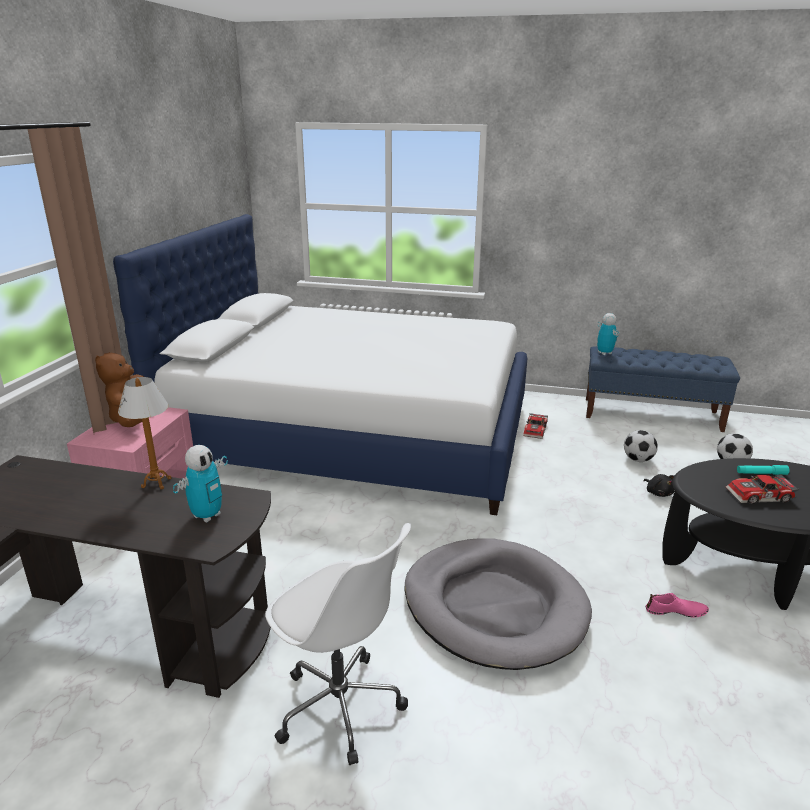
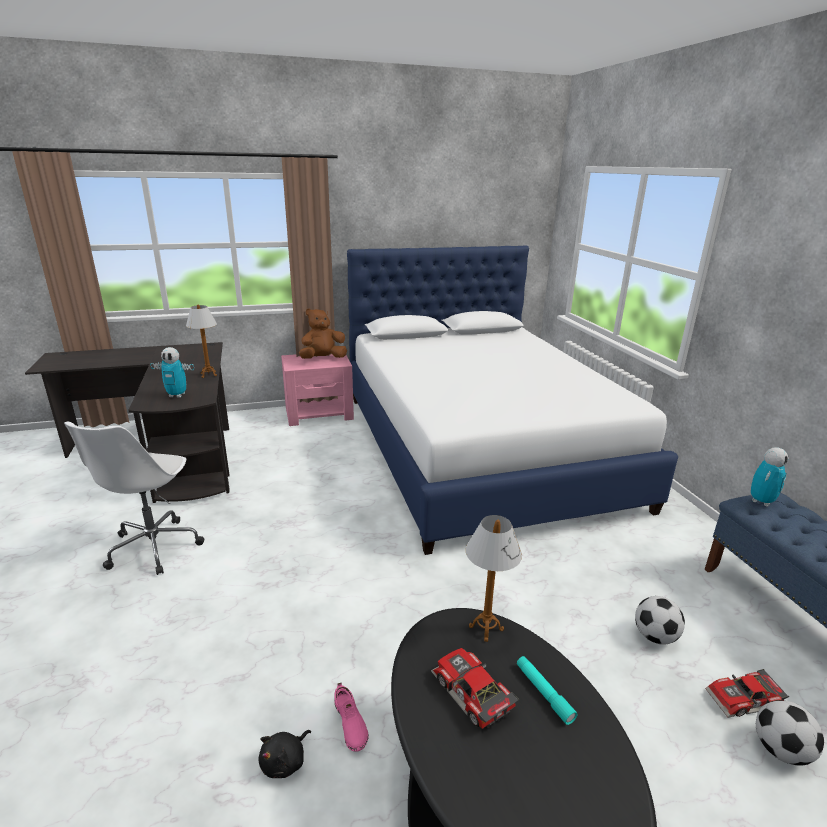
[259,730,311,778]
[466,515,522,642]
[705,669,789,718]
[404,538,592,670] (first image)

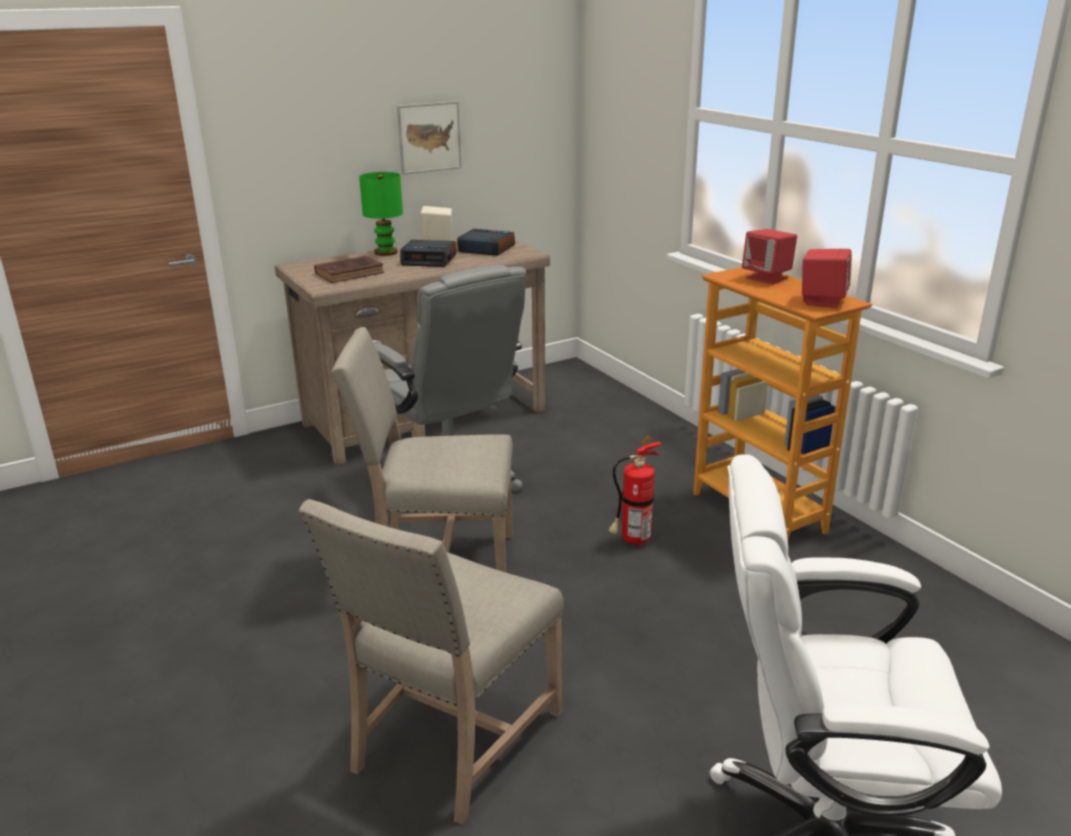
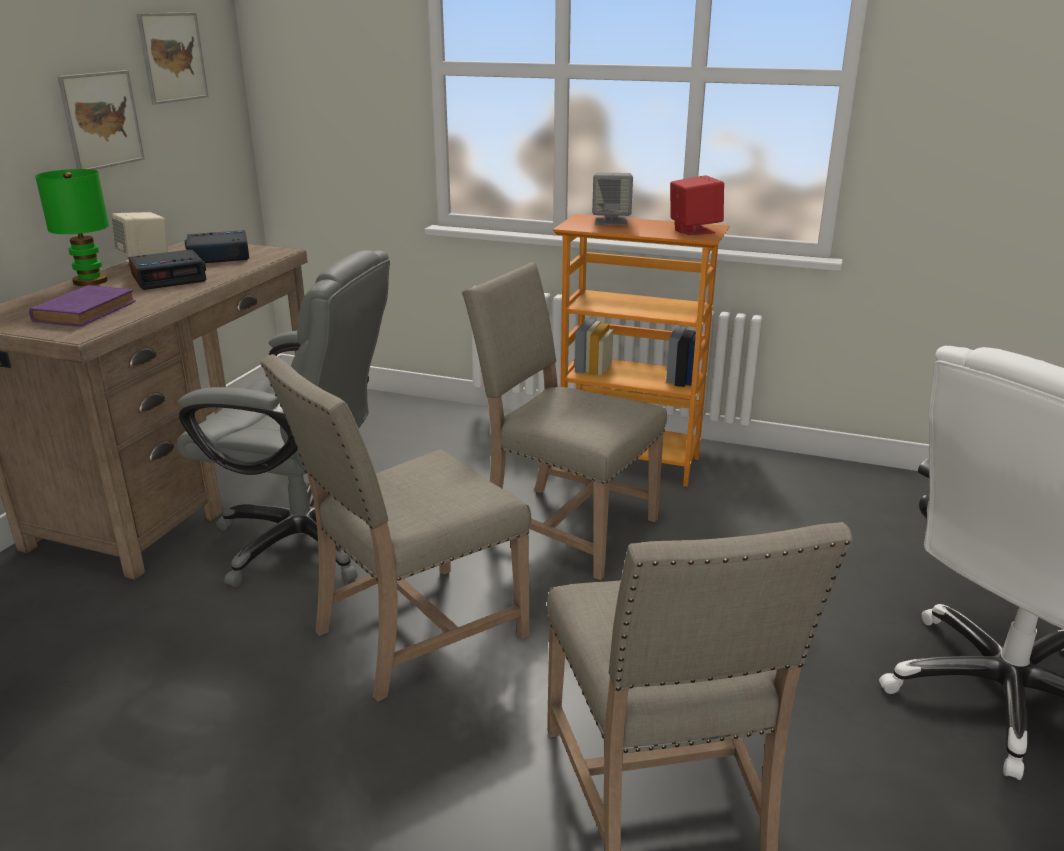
[29,285,136,327]
[136,13,209,104]
[462,262,667,580]
[592,173,633,225]

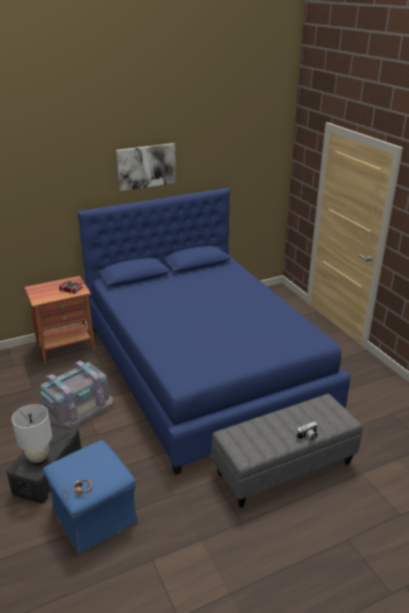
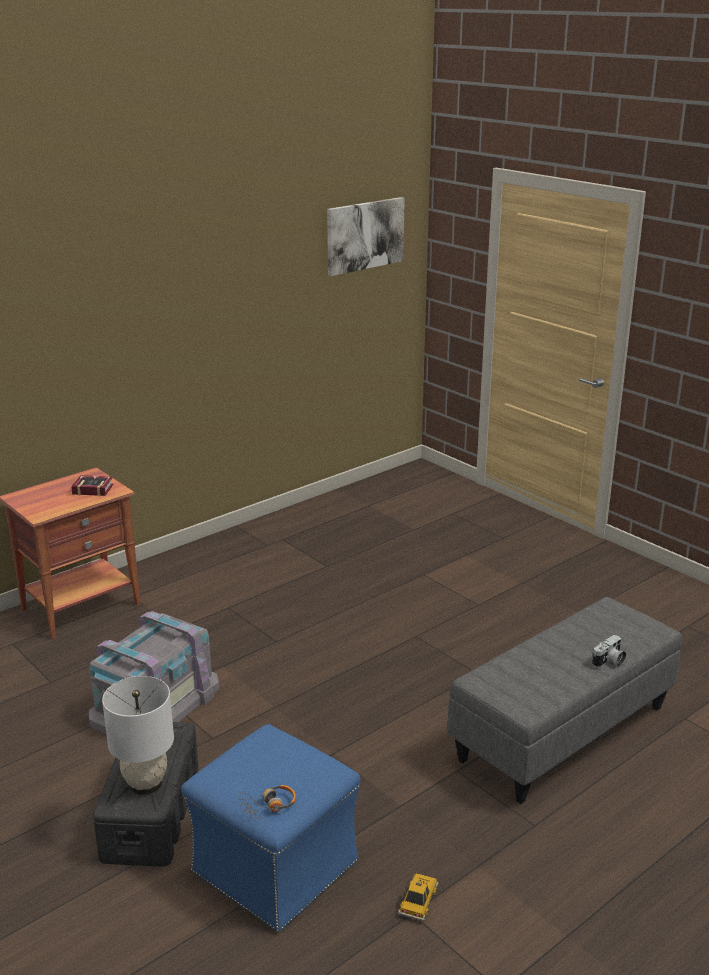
[327,197,405,276]
[398,873,439,921]
[78,188,351,475] (first image)

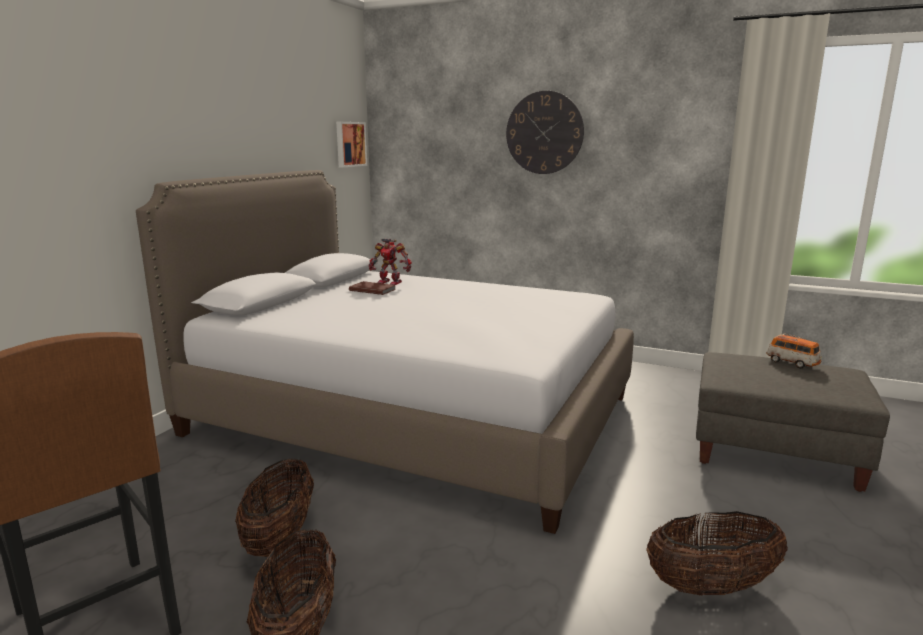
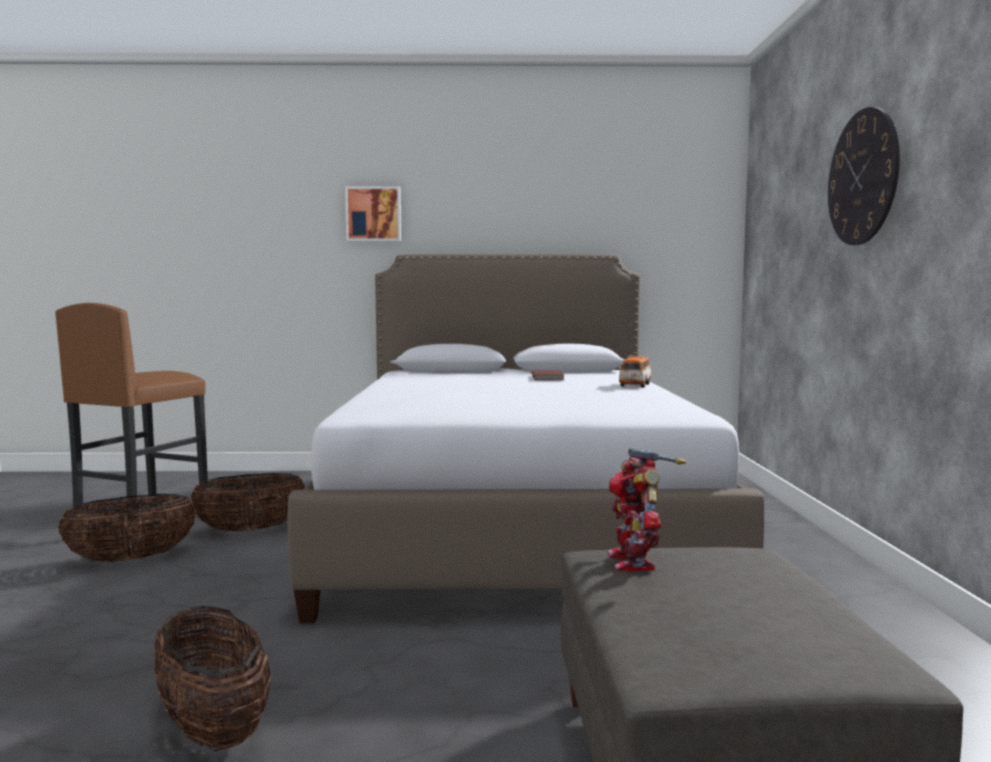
[345,186,401,241]
[607,448,686,571]
[619,355,651,387]

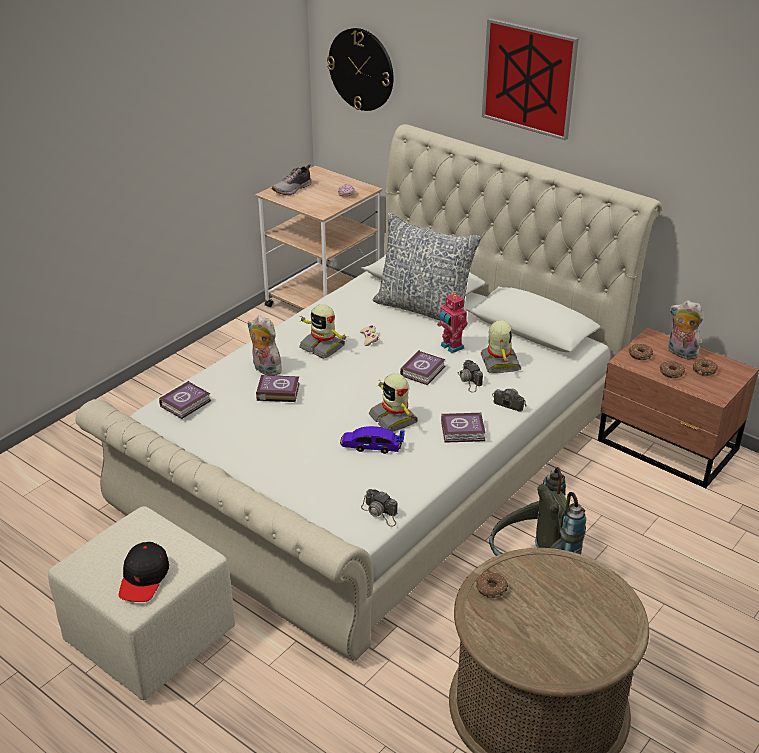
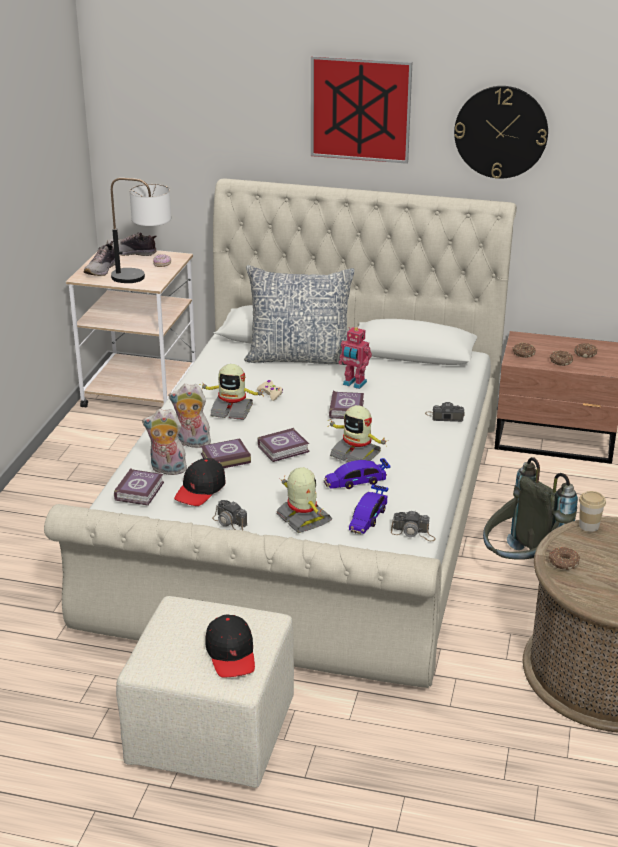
[107,233,157,256]
[111,178,171,283]
[142,409,187,475]
[174,458,226,506]
[212,500,248,530]
[257,428,309,462]
[277,467,332,533]
[349,485,388,534]
[454,86,548,179]
[579,491,606,532]

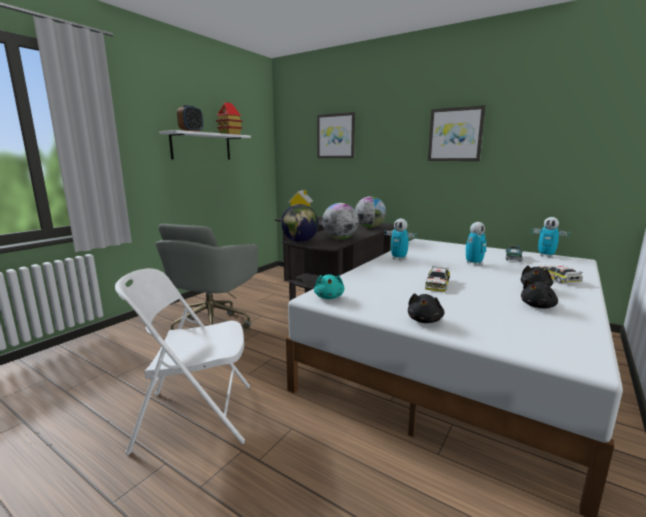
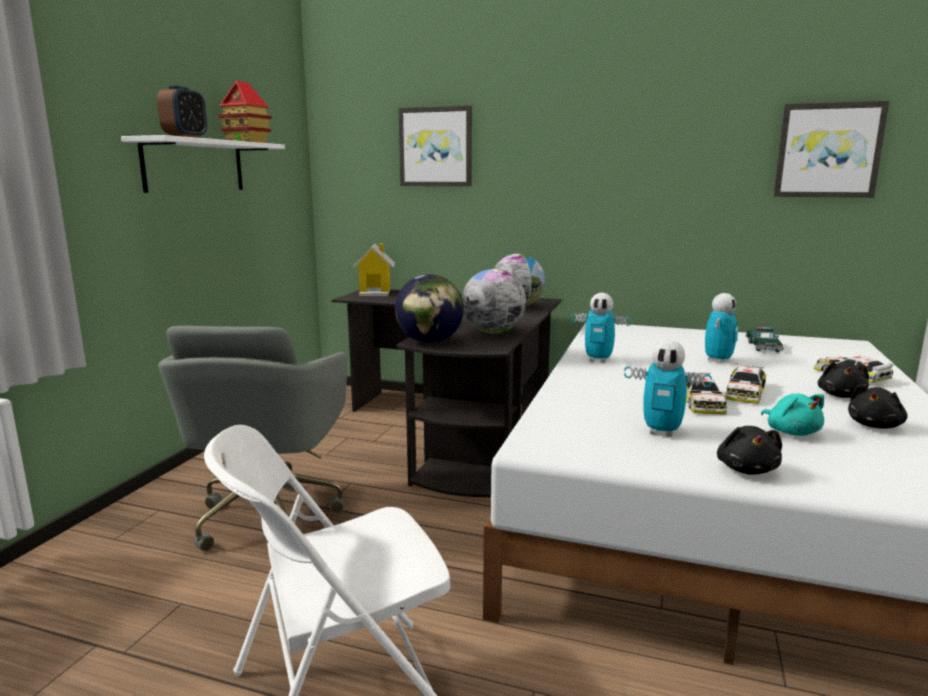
[624,340,712,437]
[725,364,766,404]
[761,394,824,436]
[773,101,890,198]

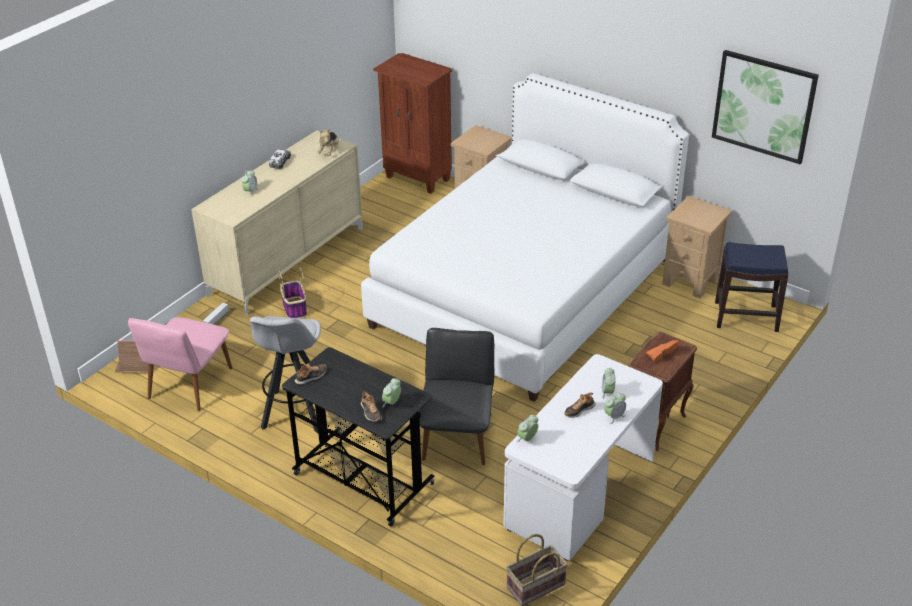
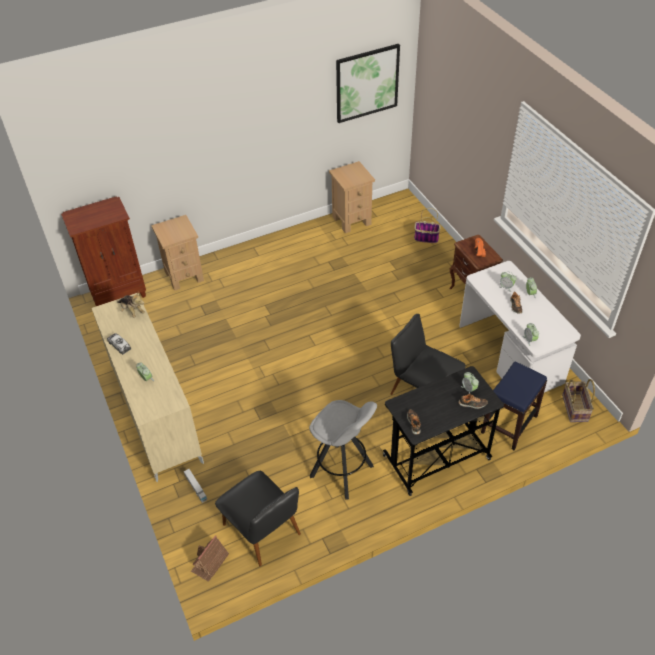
[215,471,301,566]
[414,208,441,243]
[481,362,547,450]
[361,73,689,402] (first image)

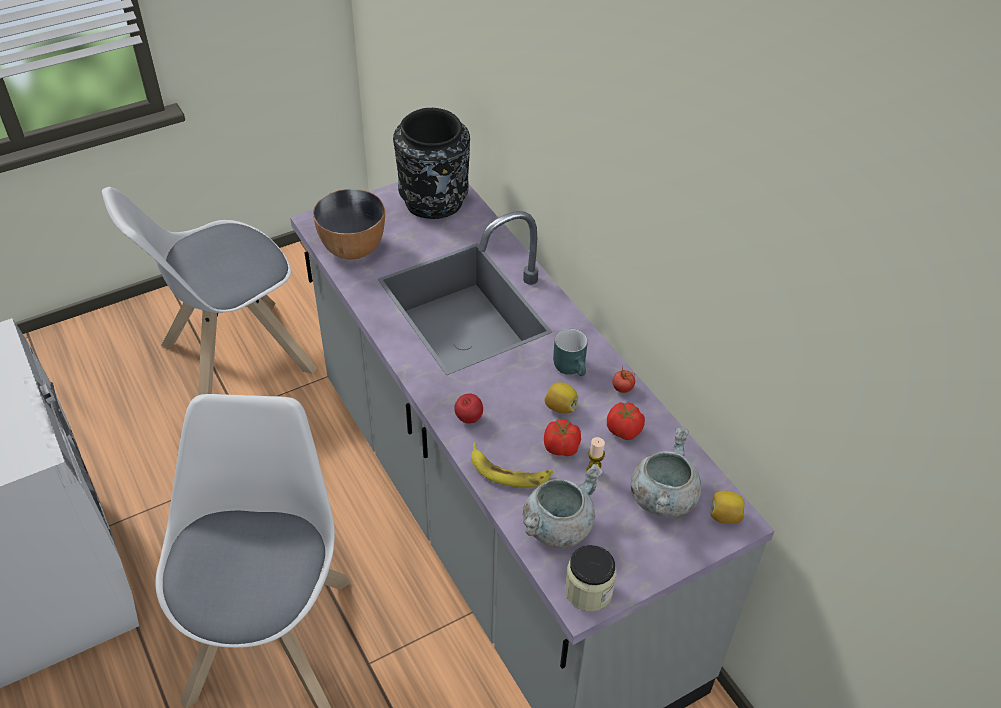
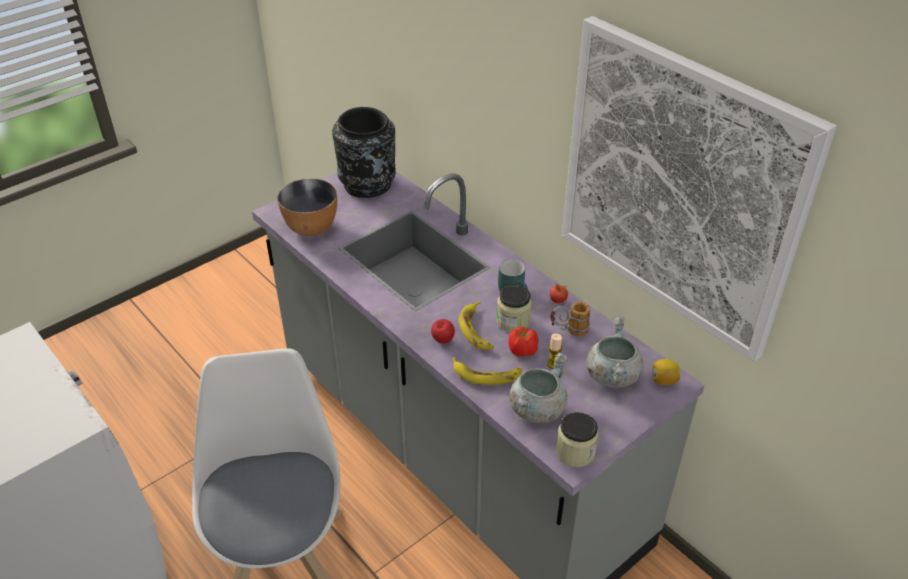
[459,301,494,350]
[497,285,532,332]
[550,302,591,336]
[562,16,837,361]
[102,187,317,395] (first image)

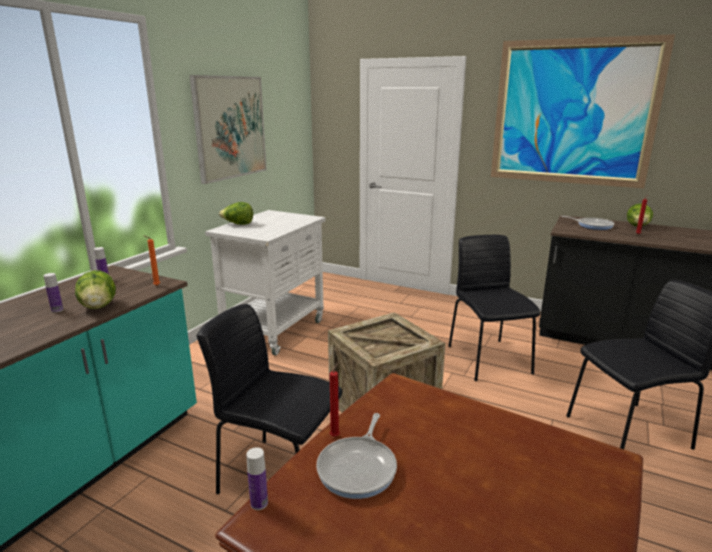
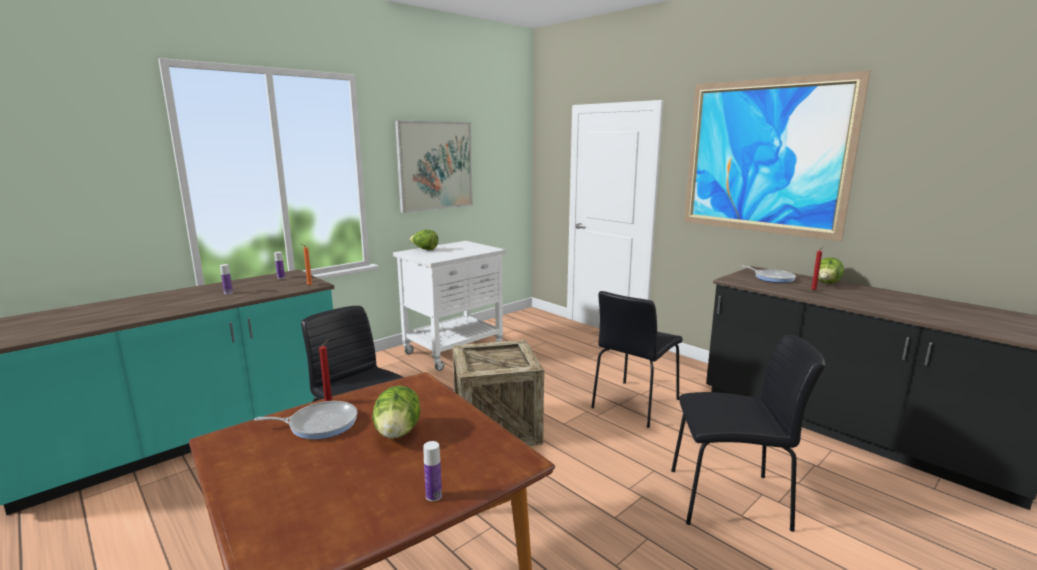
[254,401,357,440]
[372,385,420,439]
[423,441,442,502]
[591,291,683,428]

